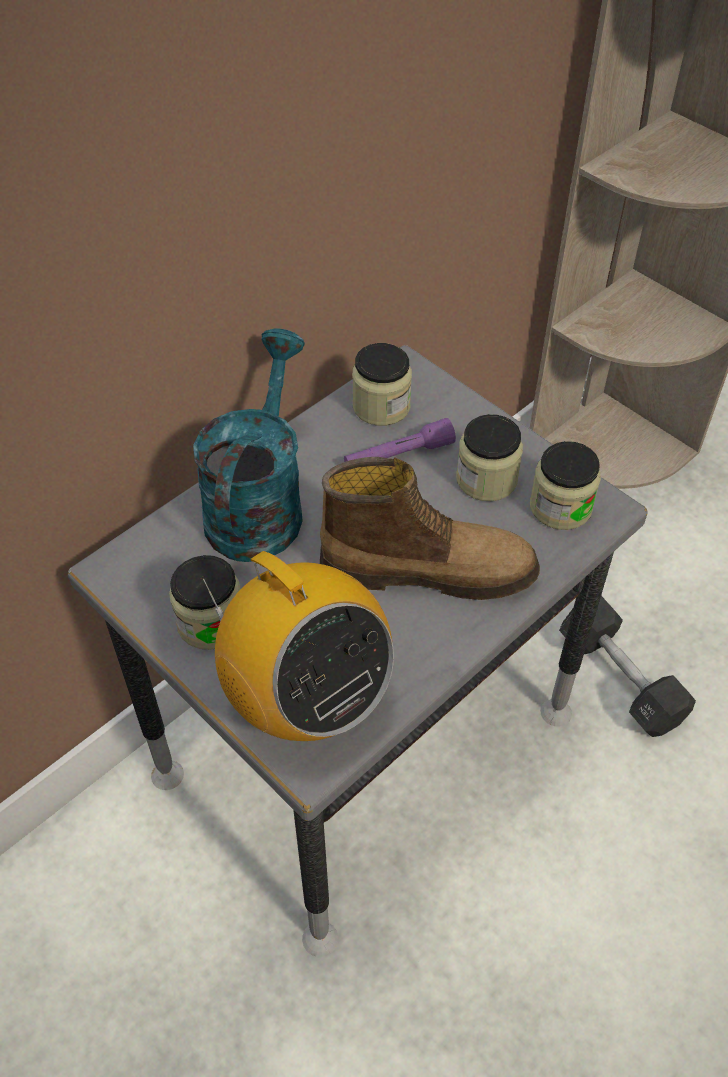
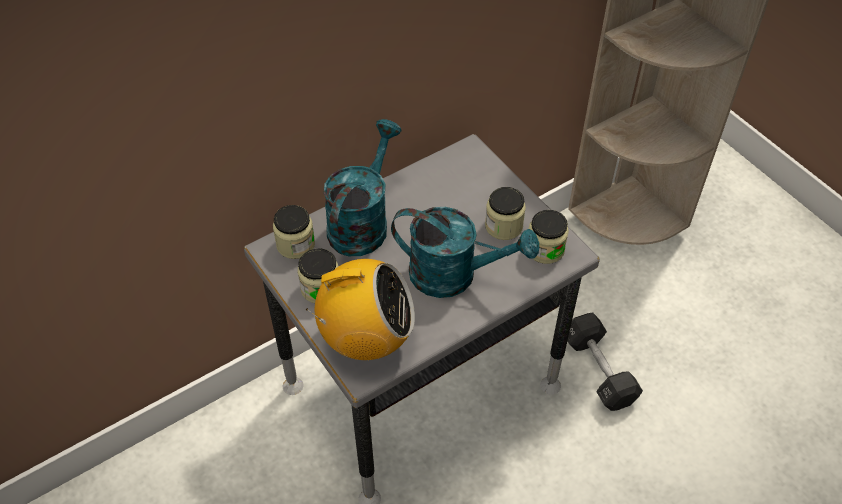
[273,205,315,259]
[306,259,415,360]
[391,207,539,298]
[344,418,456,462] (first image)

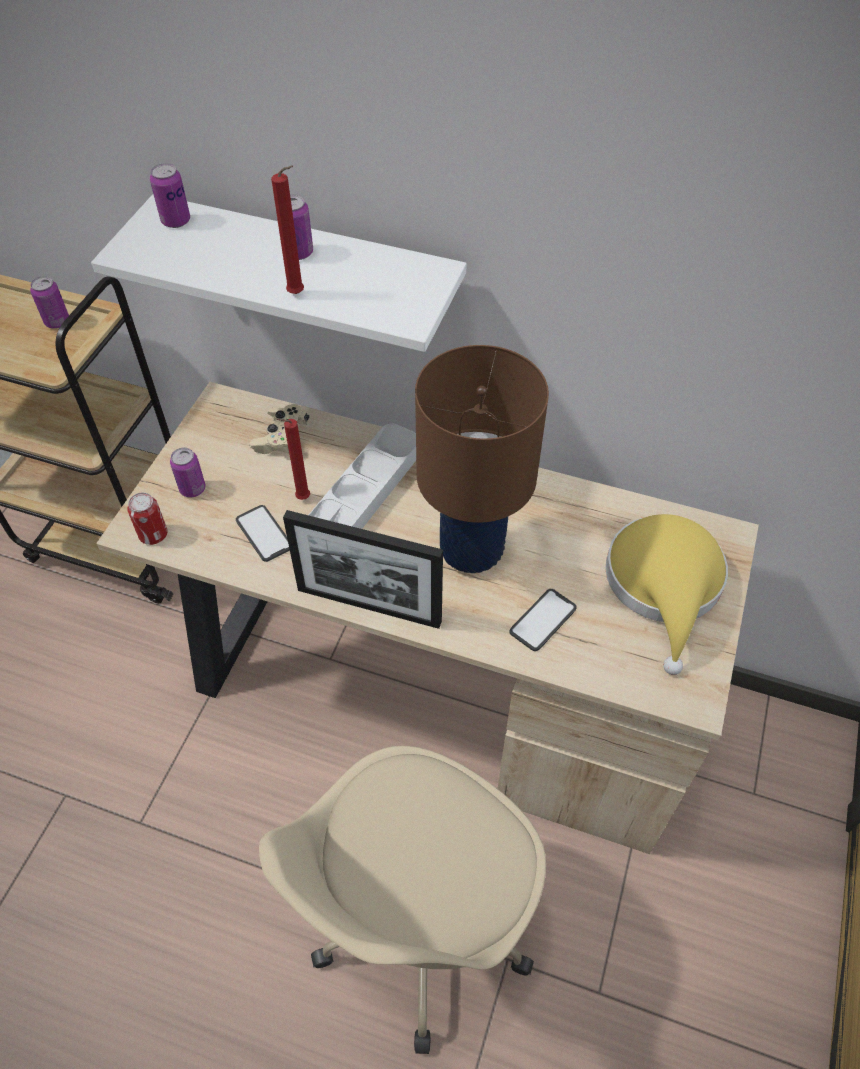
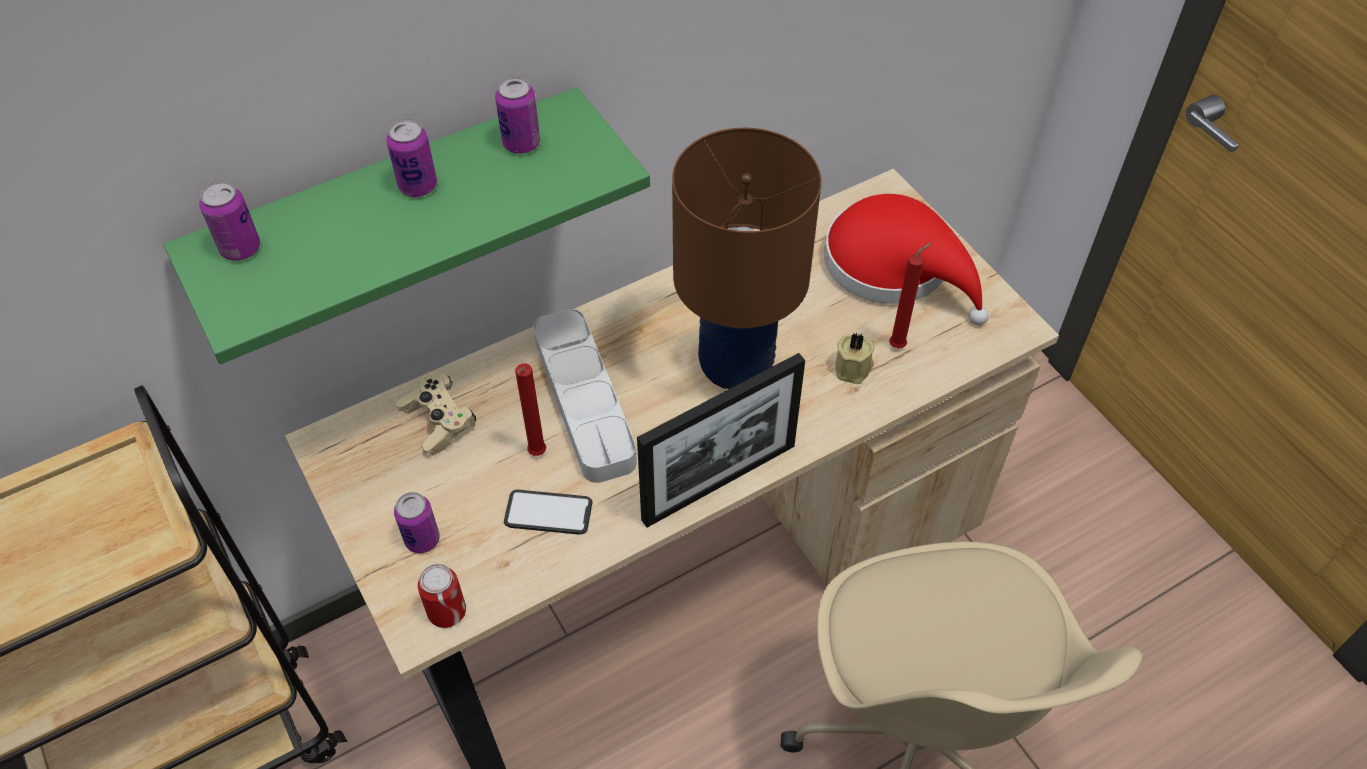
[164,87,650,364]
[495,77,540,154]
[824,194,989,325]
[835,332,875,384]
[889,243,932,349]

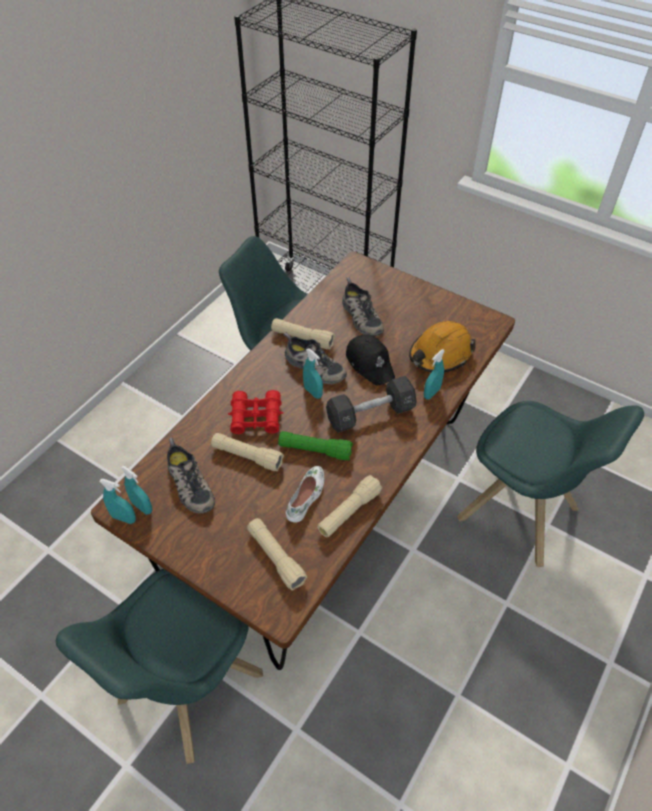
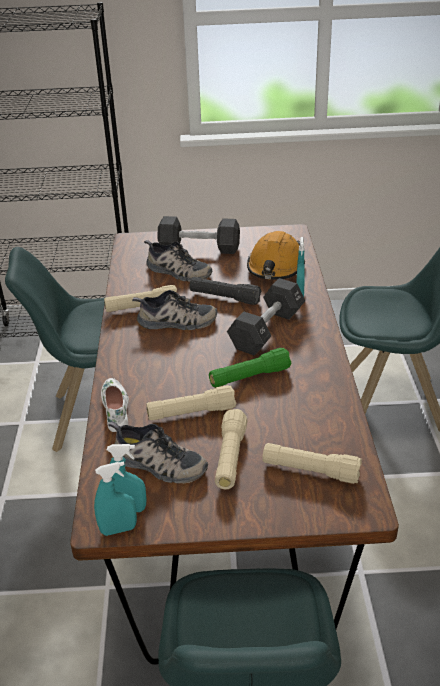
[101,378,129,432]
[157,216,240,254]
[189,277,261,305]
[215,409,248,489]
[228,390,283,434] (first image)
[303,348,323,399] (first image)

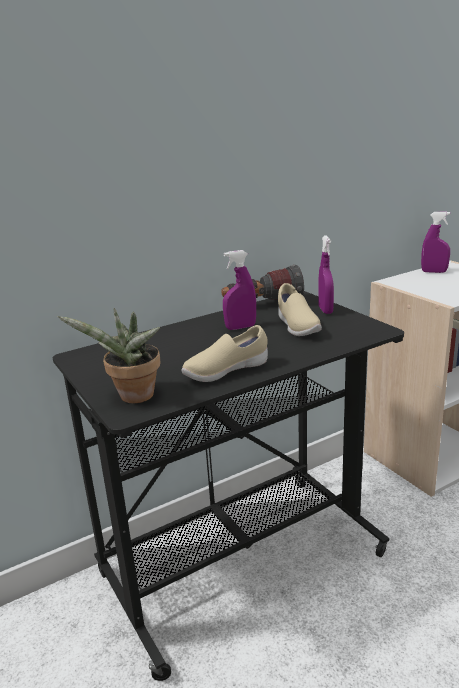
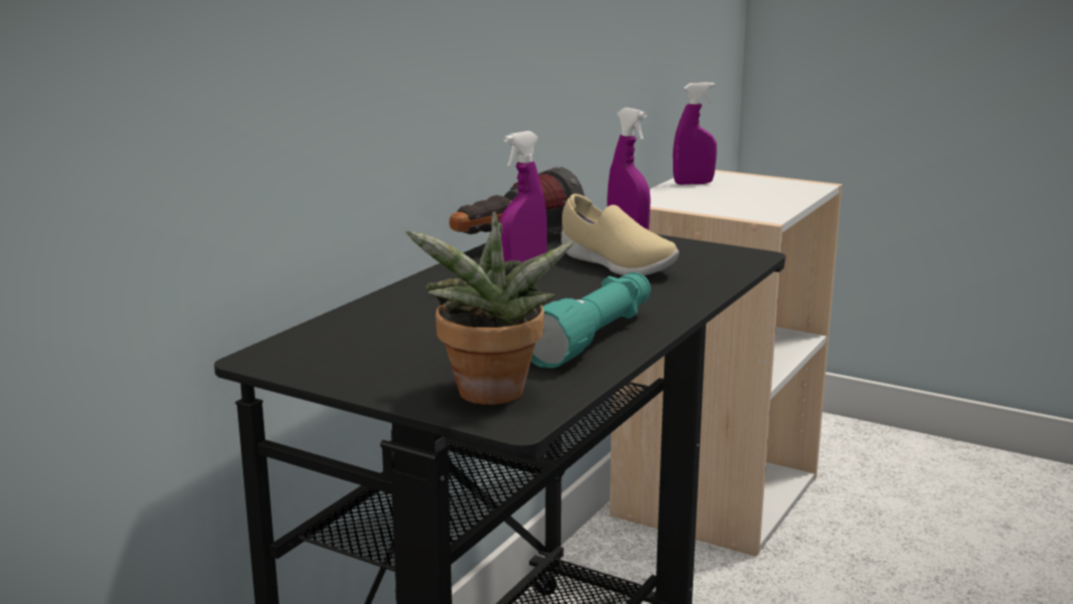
[531,272,651,368]

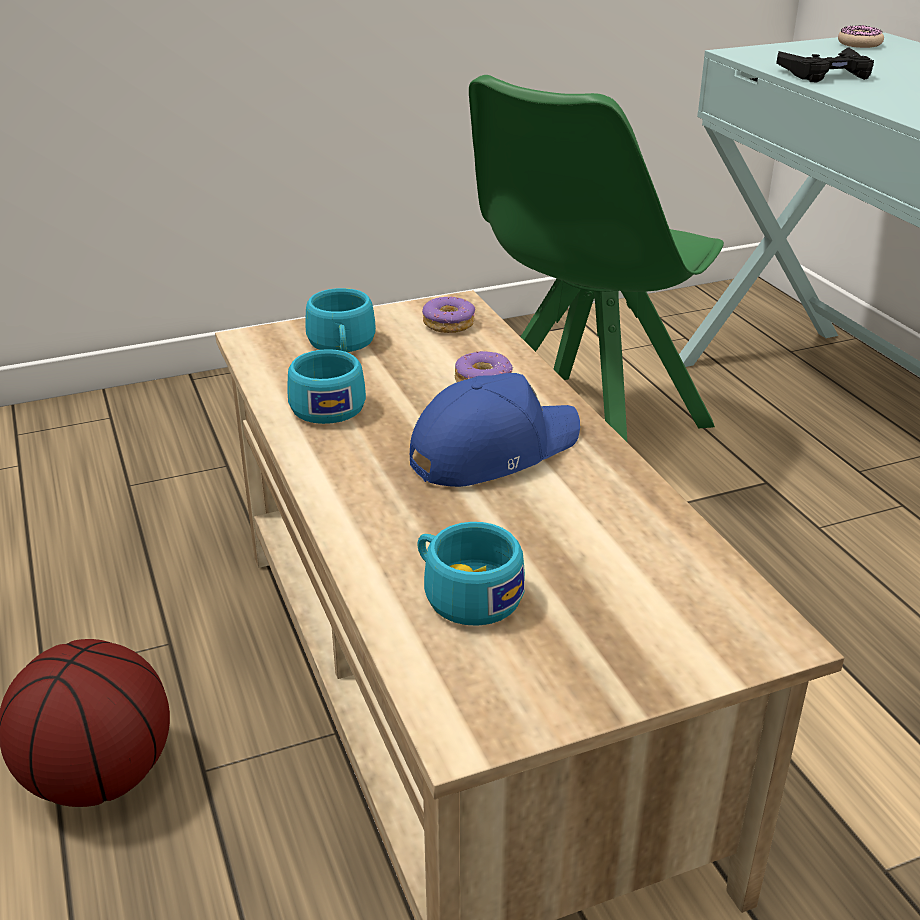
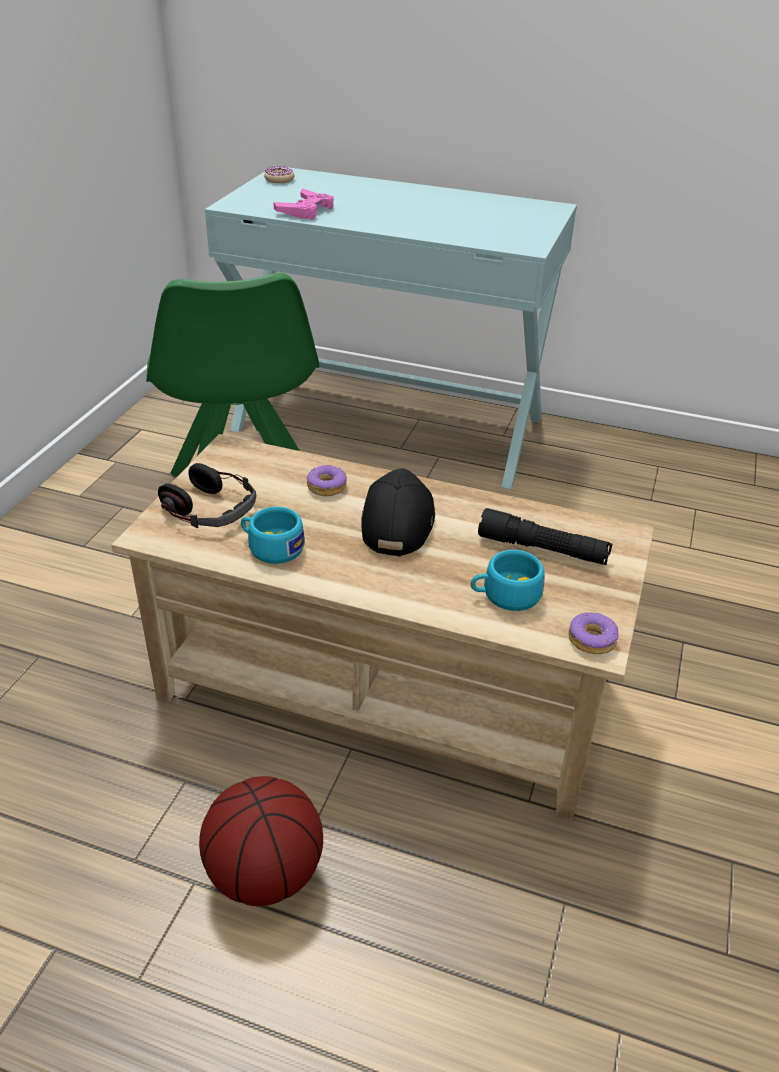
[158,463,256,528]
[273,188,334,220]
[361,468,435,556]
[478,508,612,565]
[568,612,619,654]

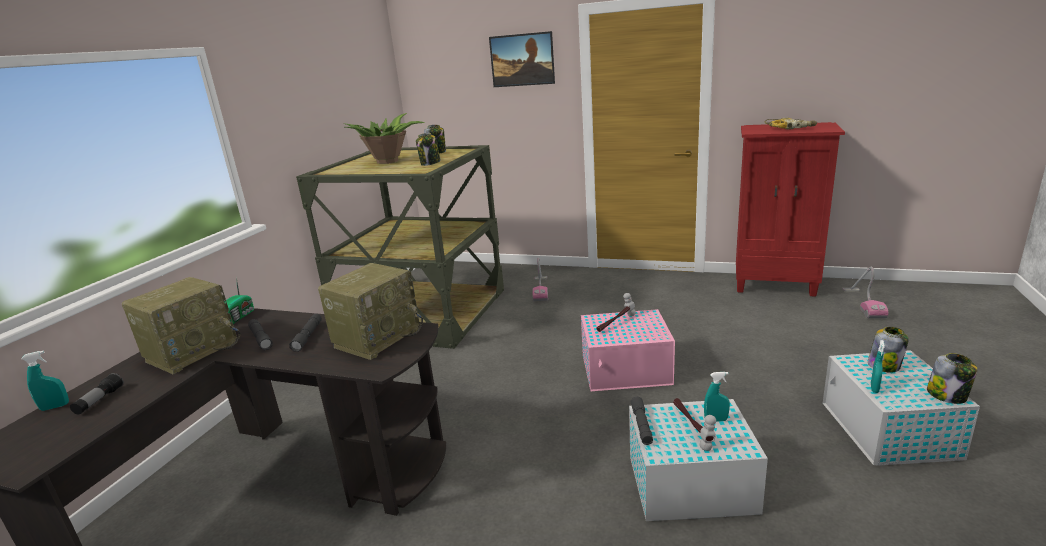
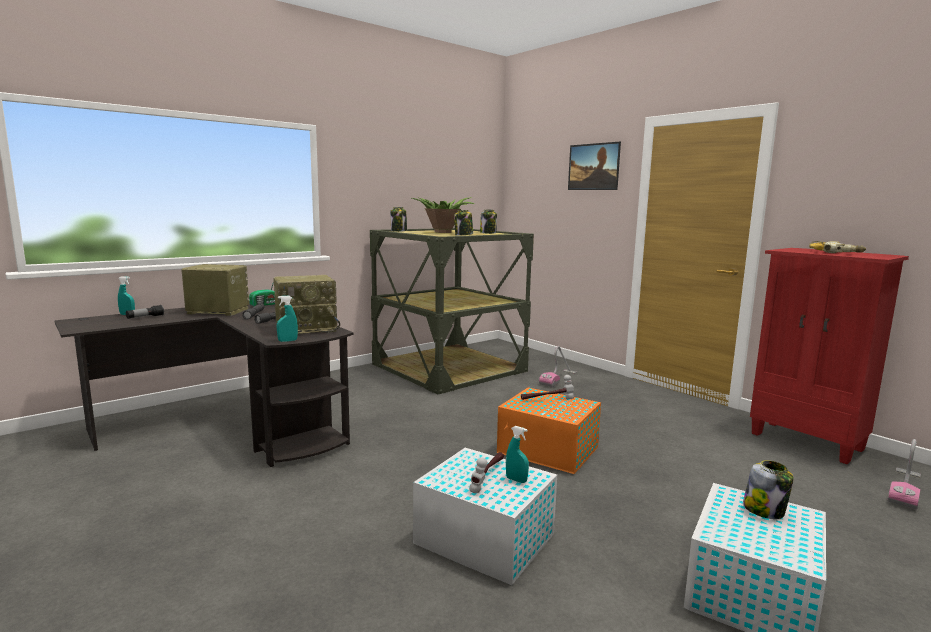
[181,264,249,316]
[277,296,298,342]
[390,207,407,232]
[497,387,601,474]
[631,396,653,445] (first image)

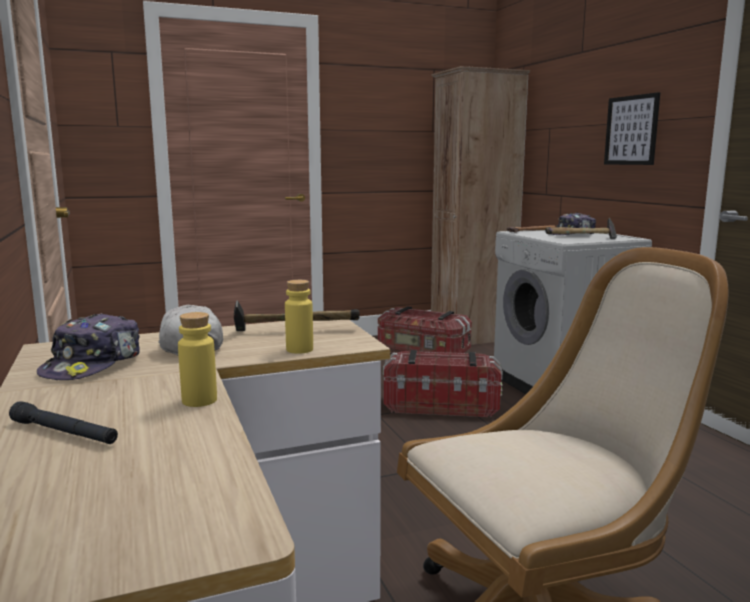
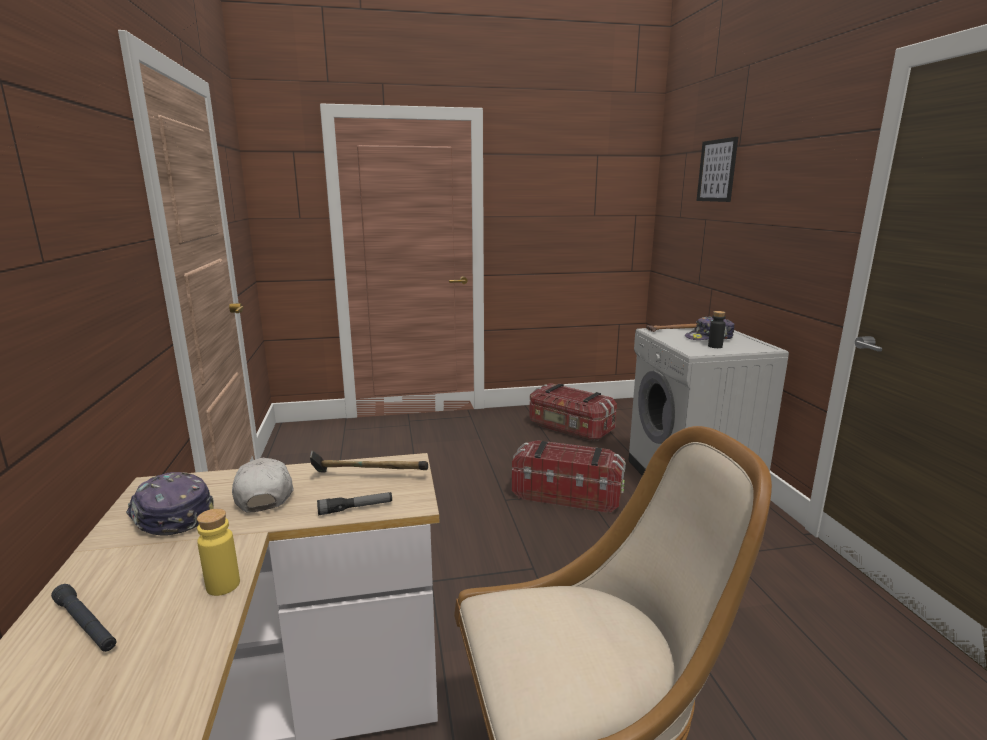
[126,472,214,536]
[317,492,392,515]
[697,137,738,202]
[708,311,726,348]
[431,66,530,345] (first image)

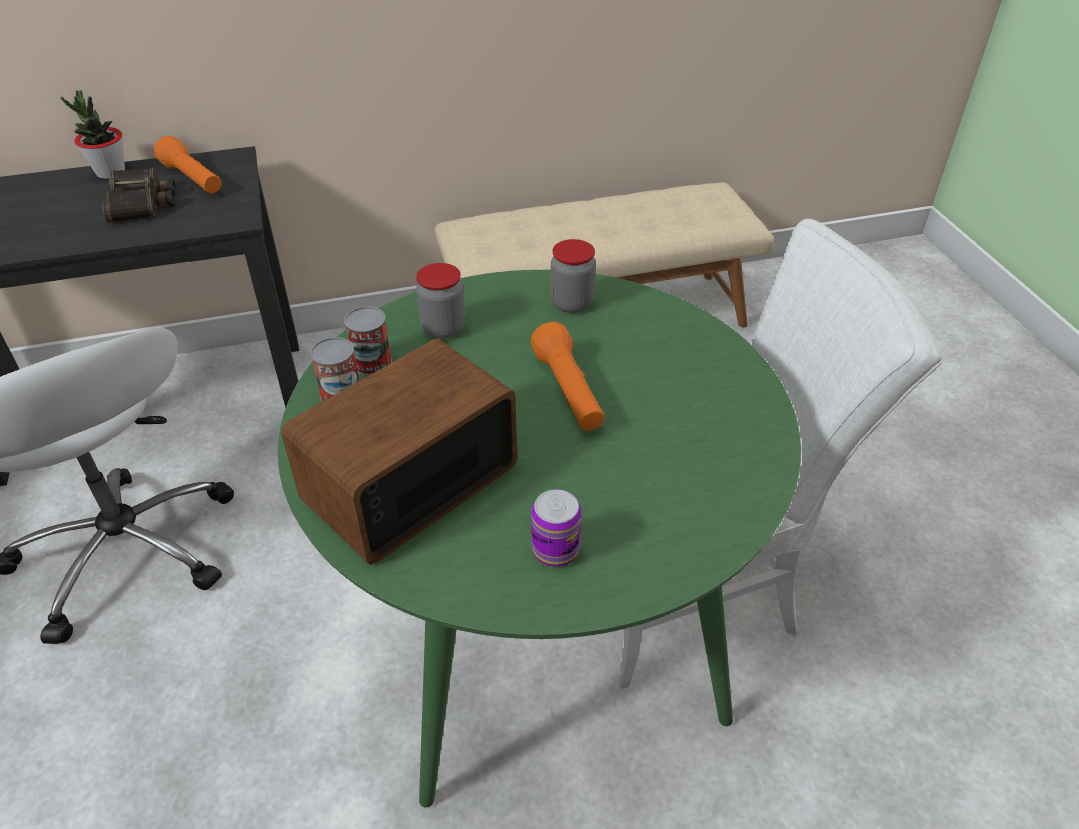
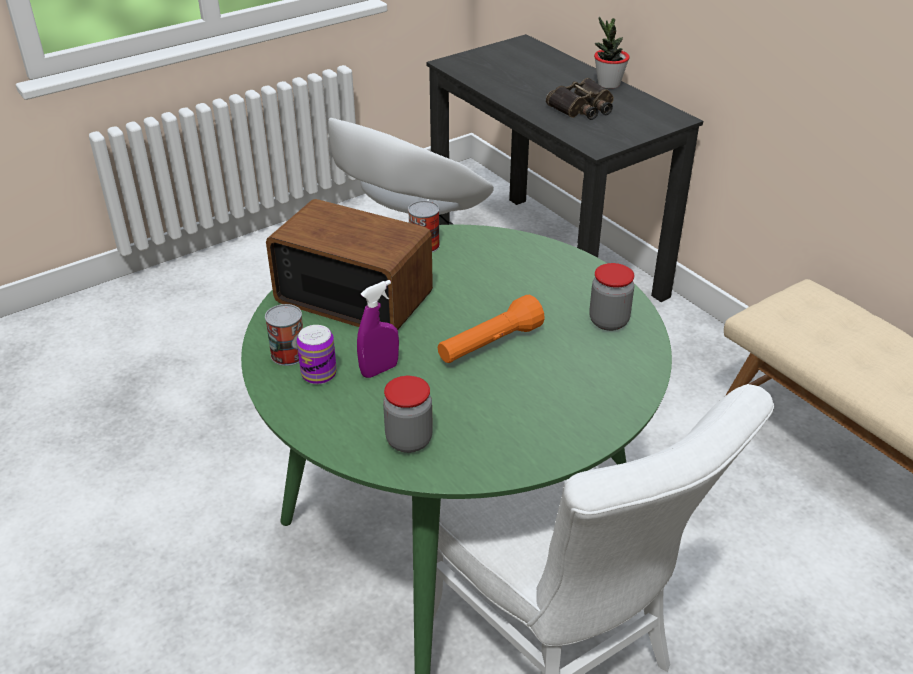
[265,304,303,366]
[357,280,399,378]
[383,376,433,453]
[154,136,221,193] (first image)

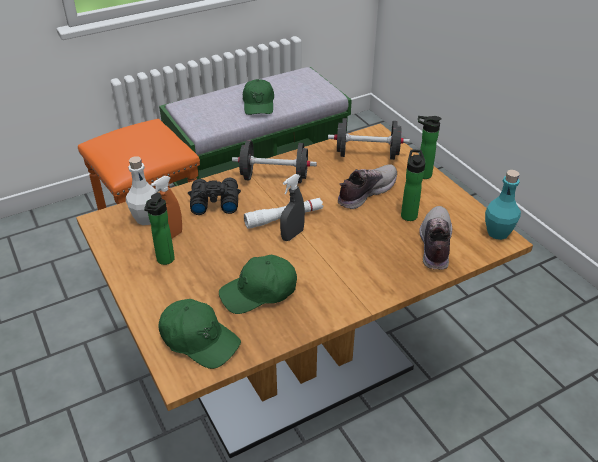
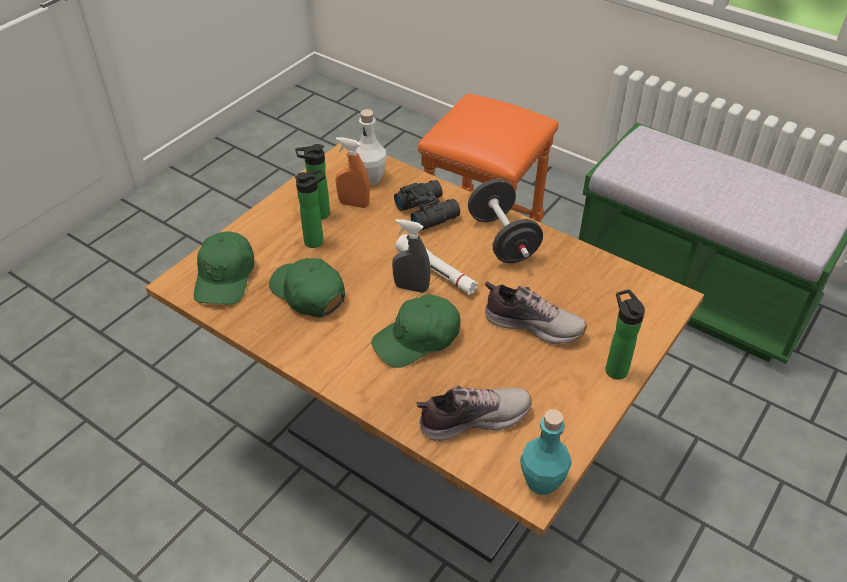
[295,169,325,248]
[371,294,461,368]
[328,118,410,160] (first image)

